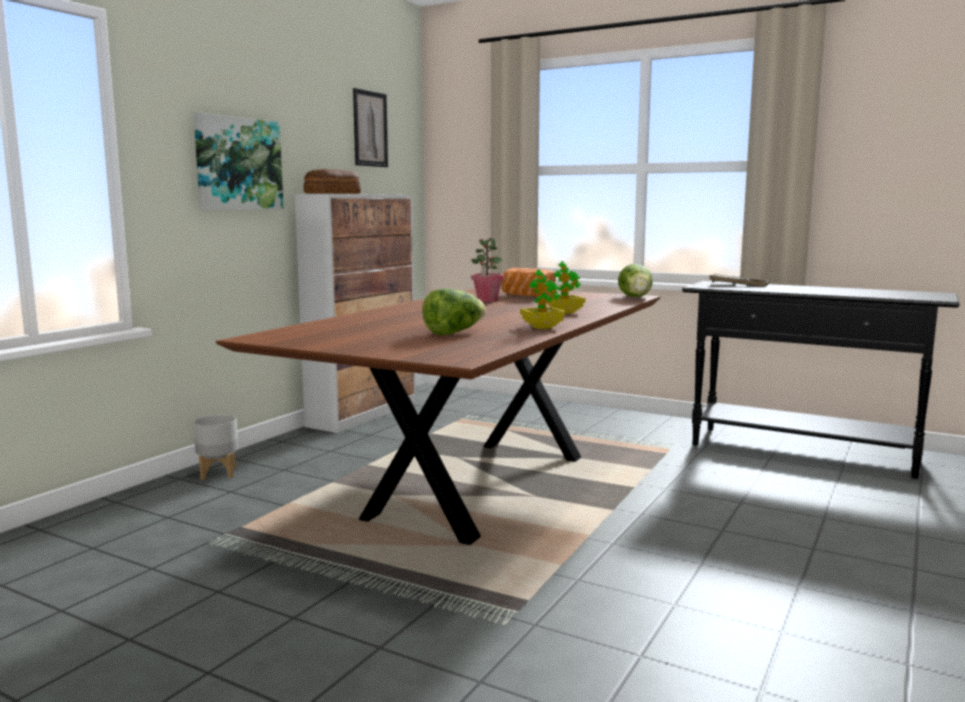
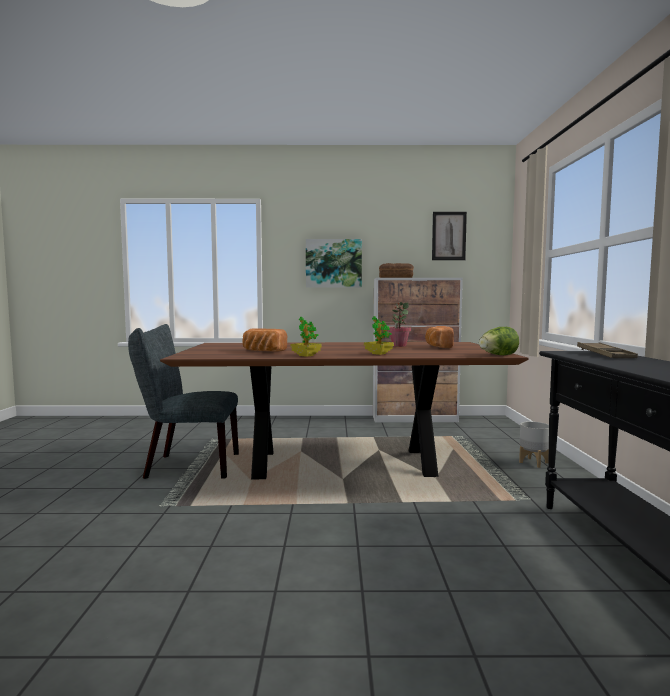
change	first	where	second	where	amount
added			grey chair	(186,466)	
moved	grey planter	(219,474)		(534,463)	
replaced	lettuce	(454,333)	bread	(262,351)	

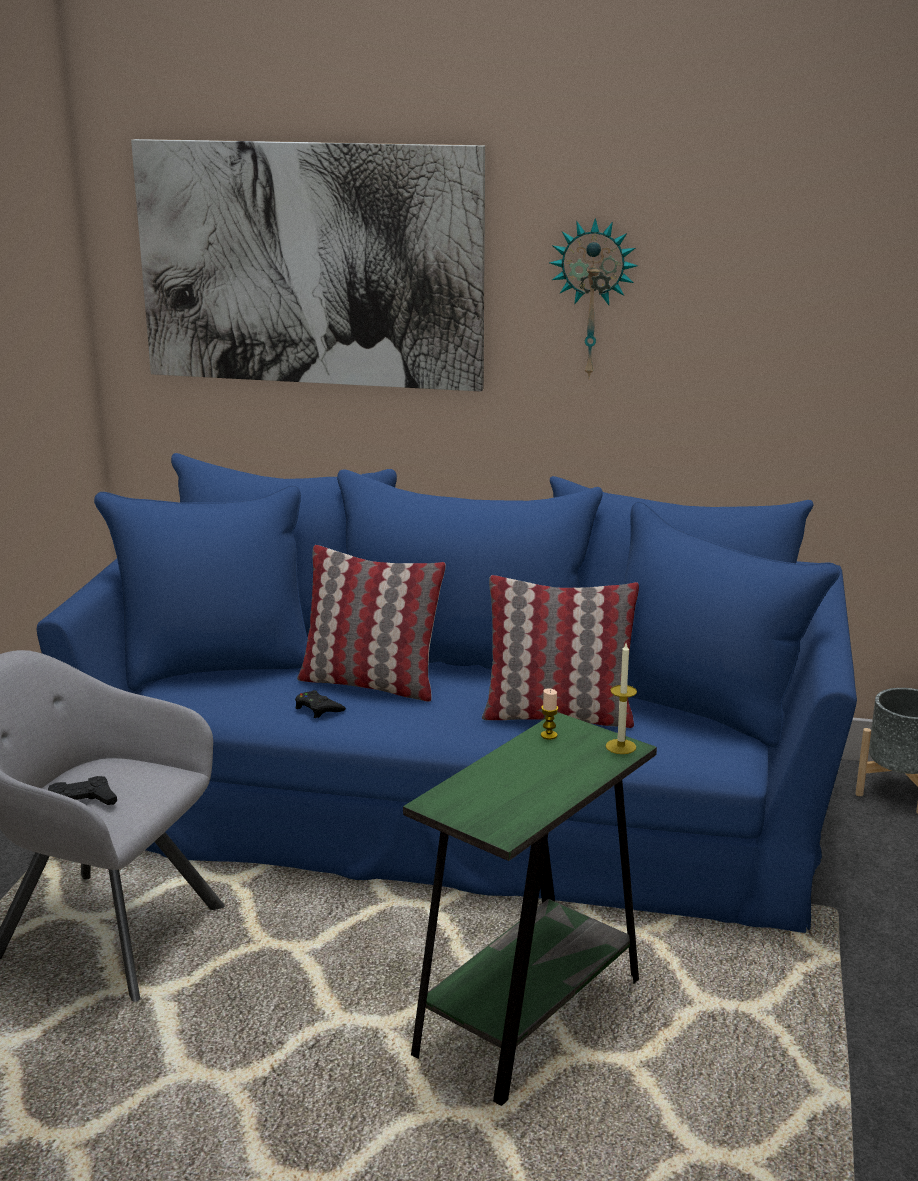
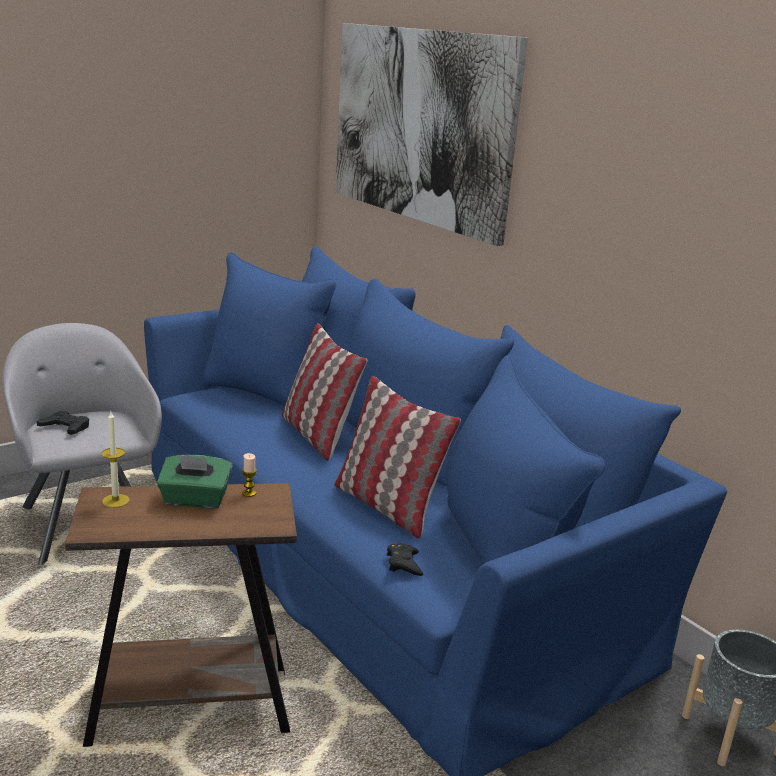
change	first	where	second	where	amount
removed	wall clock	(592,299)			
added			green tissue box	(195,500)	
moved	black game controller	(318,709)		(404,564)	
moved	candle	(620,746)		(115,501)	
recoloured	green side table	(529,1017)	brown side table	(190,708)	

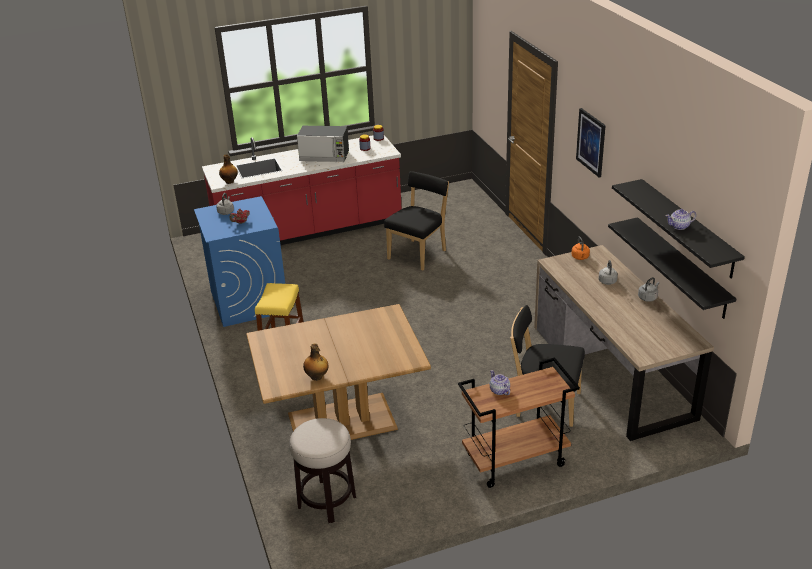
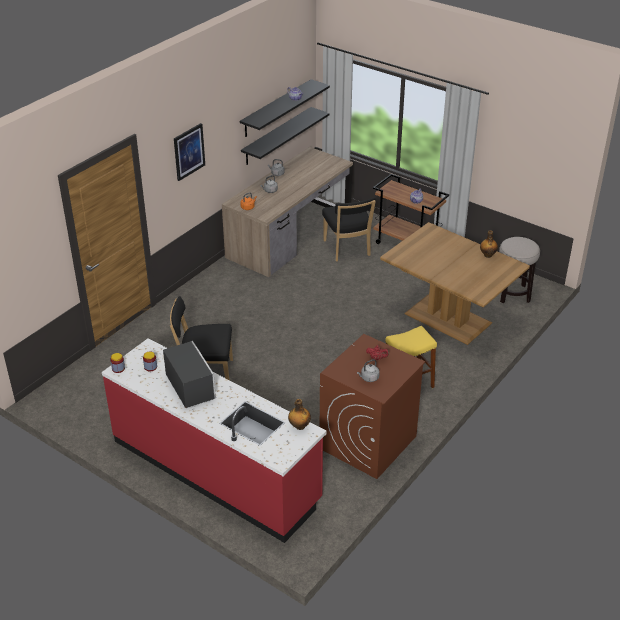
change	first	where	second	where	amount
recoloured	blue washing machine	(248,301)	brown washing machine	(368,443)	

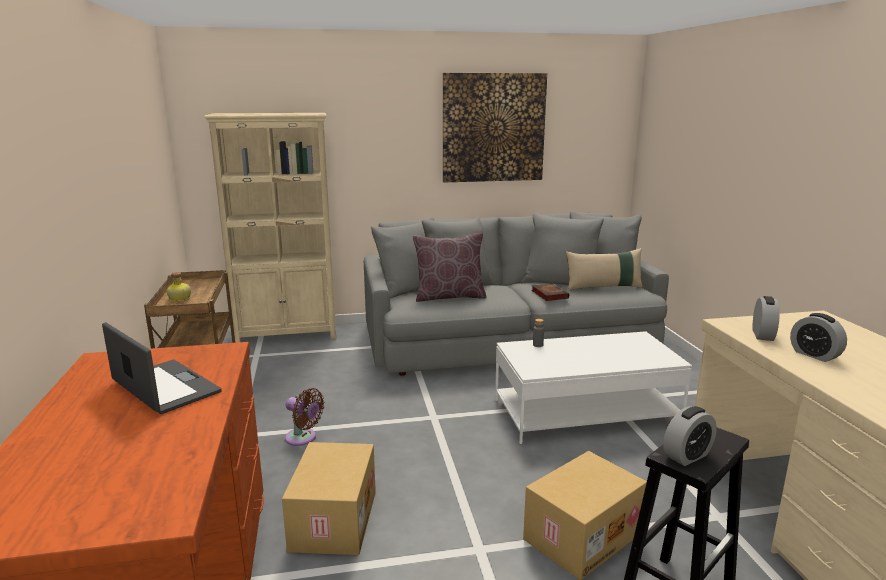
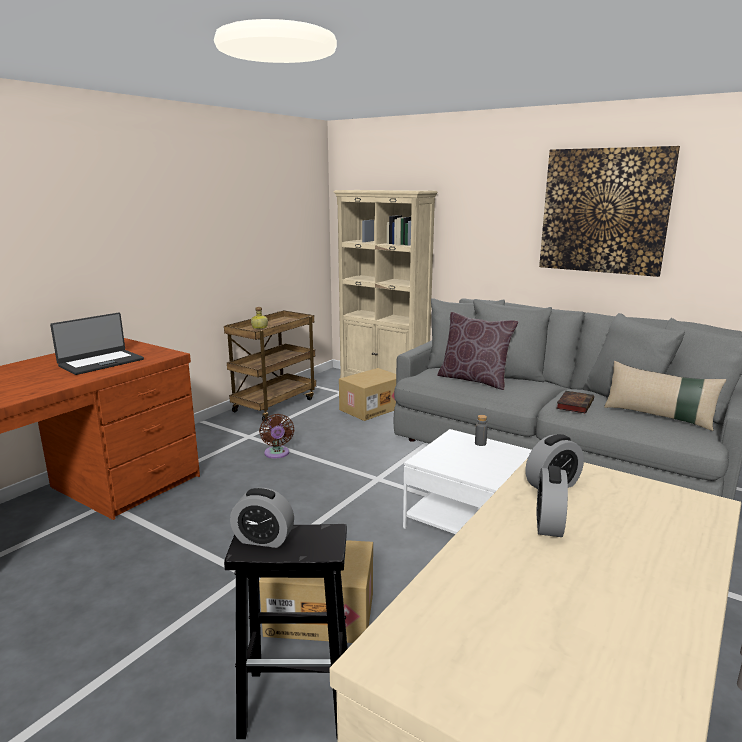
change	first	where	second	where	amount
moved	cardboard box	(332,519)		(371,408)	
turned	laptop	(164,388)		(101,362)	45 degrees clockwise

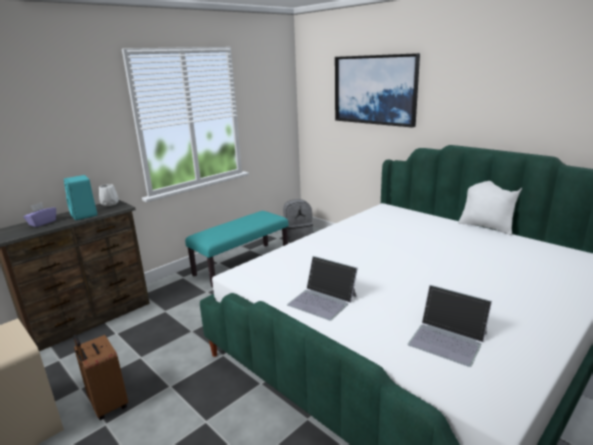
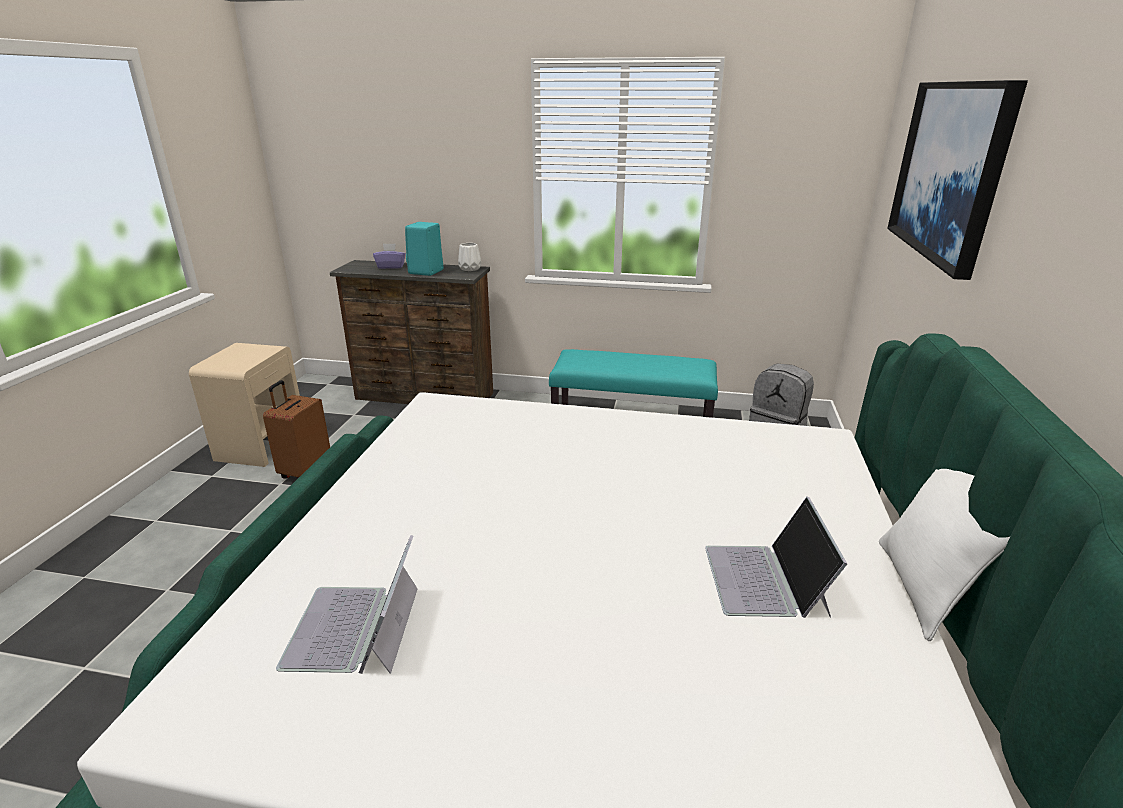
change	first	where	second	where	amount
moved	laptop	(323,300)		(766,580)	

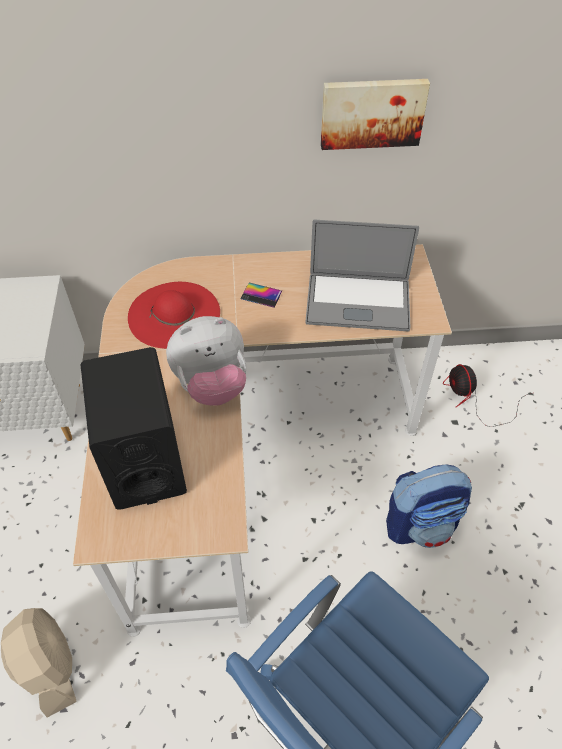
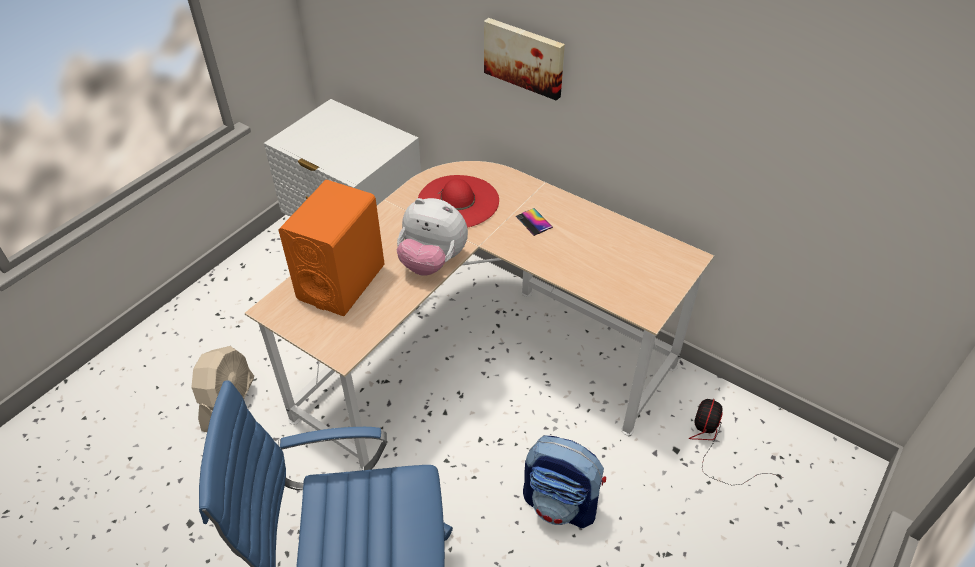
change	first	where	second	where	amount
removed	laptop	(358,302)			
moved	picture	(372,112)		(524,57)	
recoloured	black speaker	(145,461)	orange speaker	(341,282)	

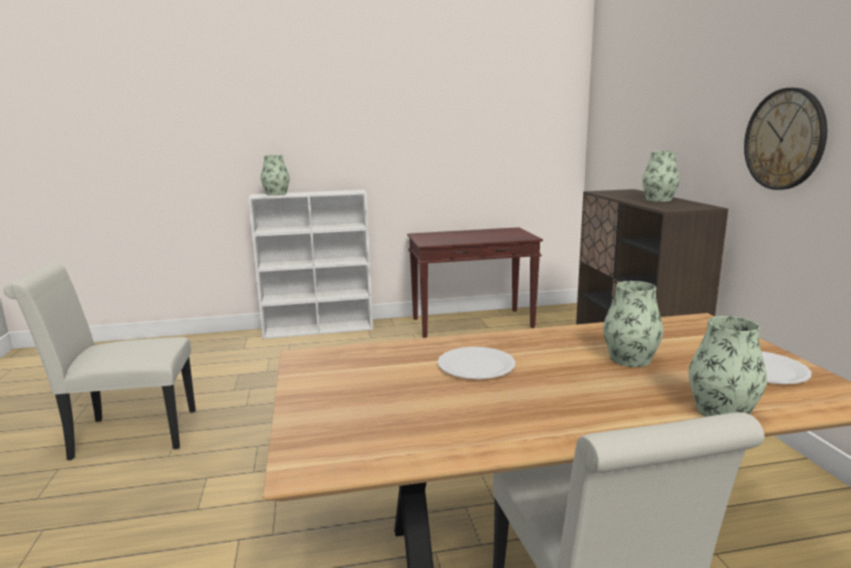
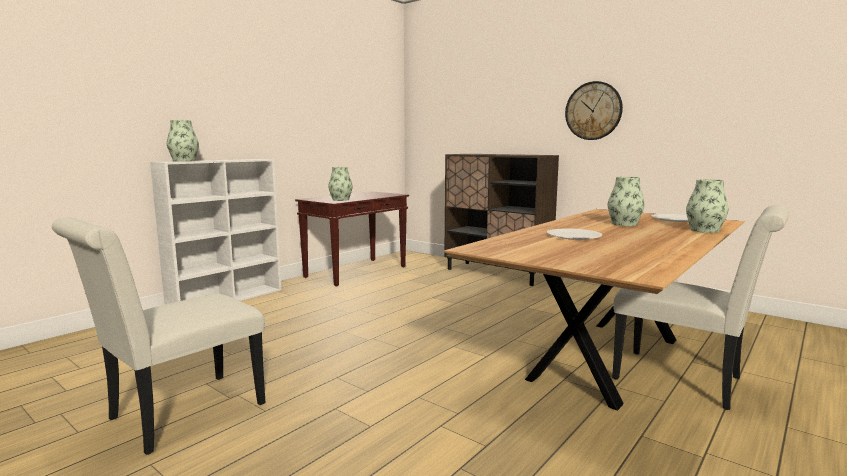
change	first	where	second	where	amount
moved	vase	(658,200)		(340,199)	

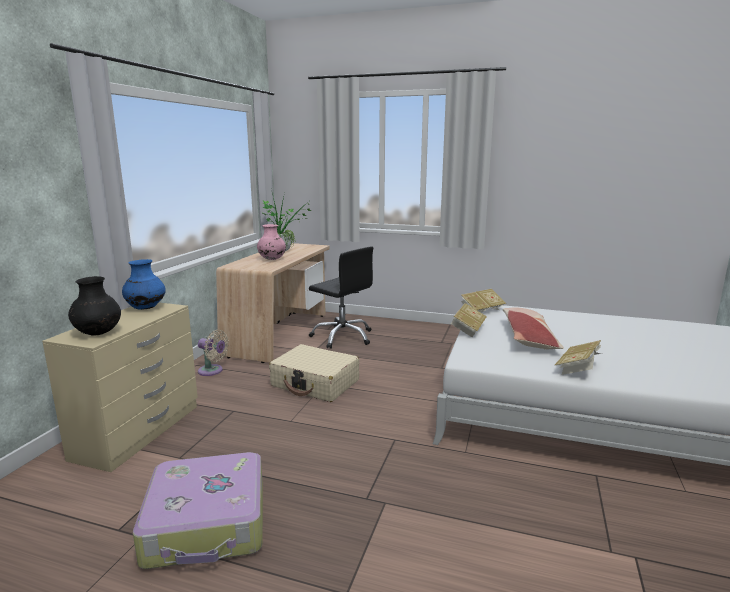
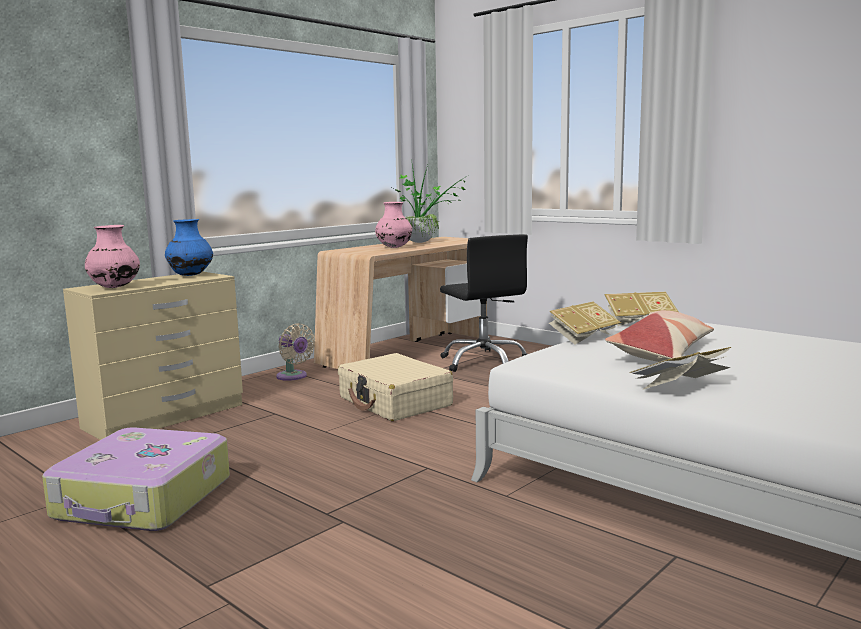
change	first	where	second	where	amount
recoloured	black vase	(98,333)	pink vase	(114,287)	

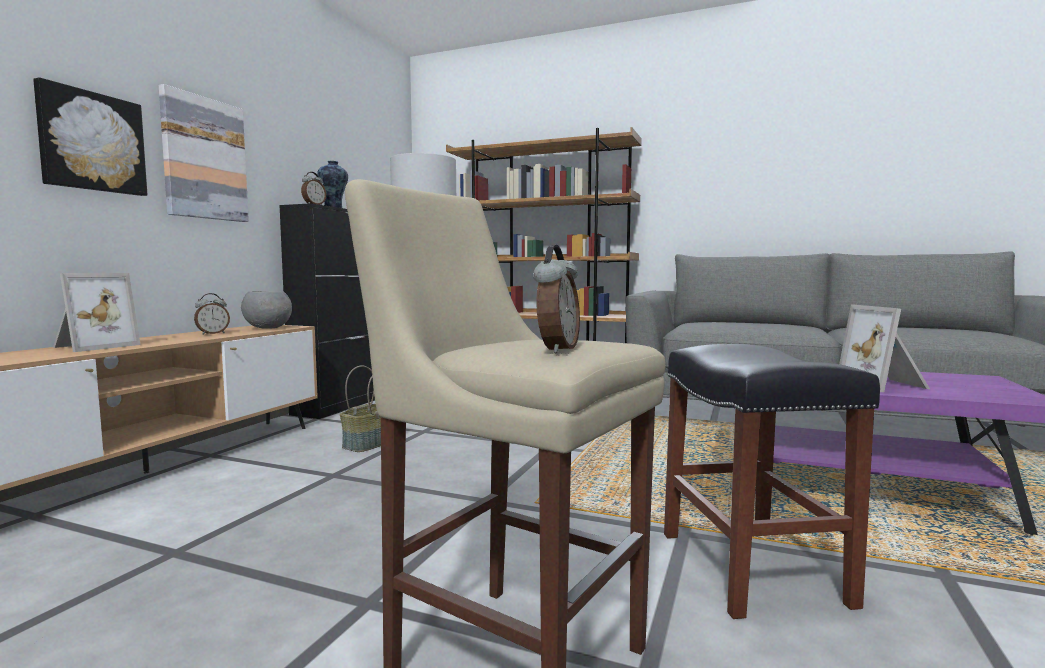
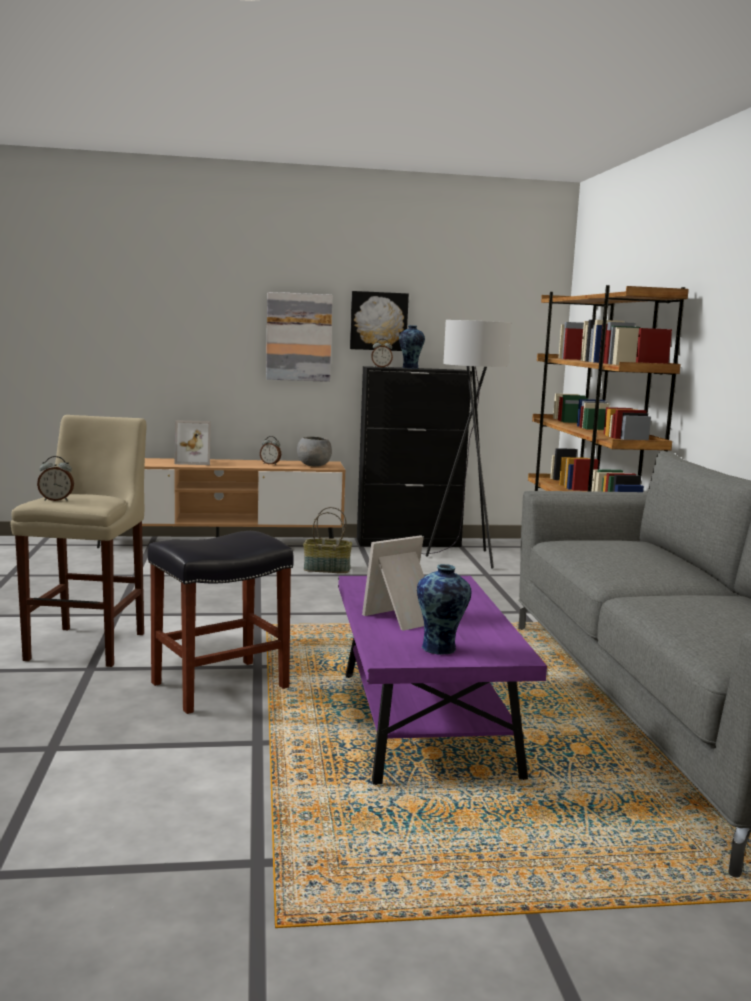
change	first	where	second	where	amount
added			vase	(440,649)	
moved	picture	(91,142)		(378,321)	

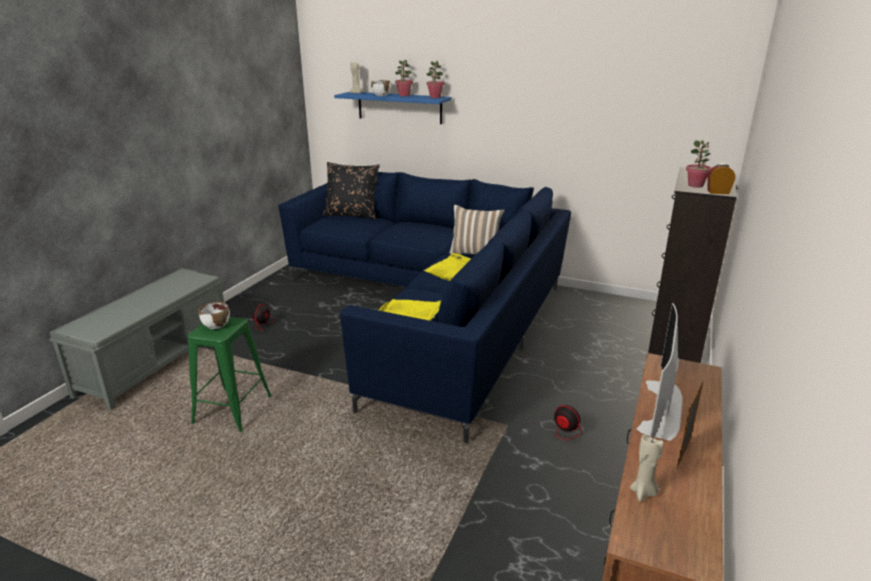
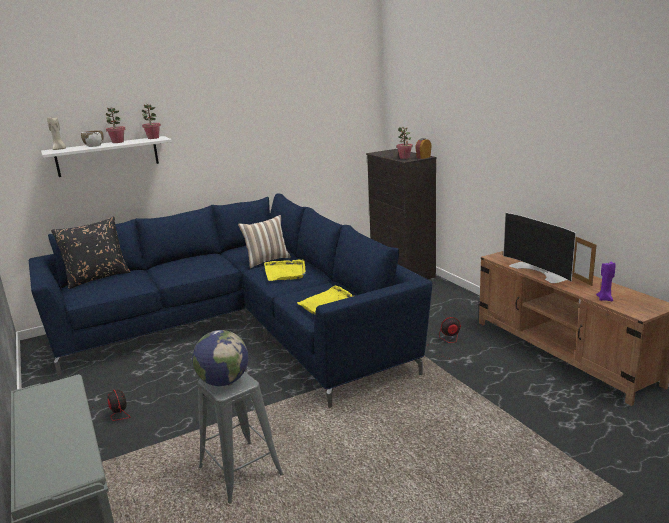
change	first	where	second	where	amount
replaced	white bowl	(216,325)	globe	(223,381)	
recoloured	green stool	(232,410)	grey stool	(240,472)	
recoloured	blue shelf	(399,107)	white shelf	(107,156)	
recoloured	beige candle	(643,493)	purple candle	(605,299)	

